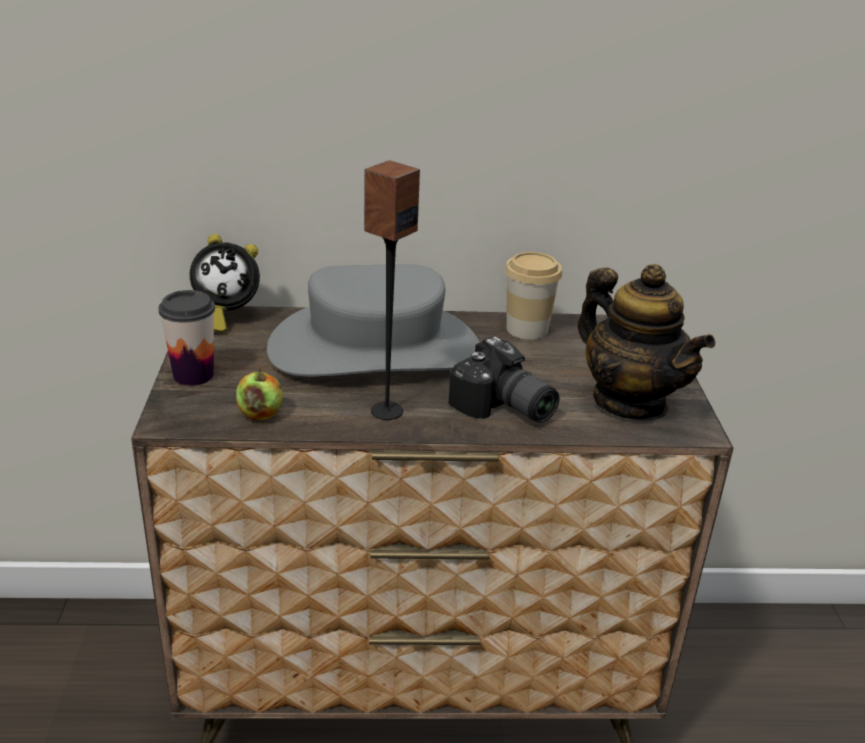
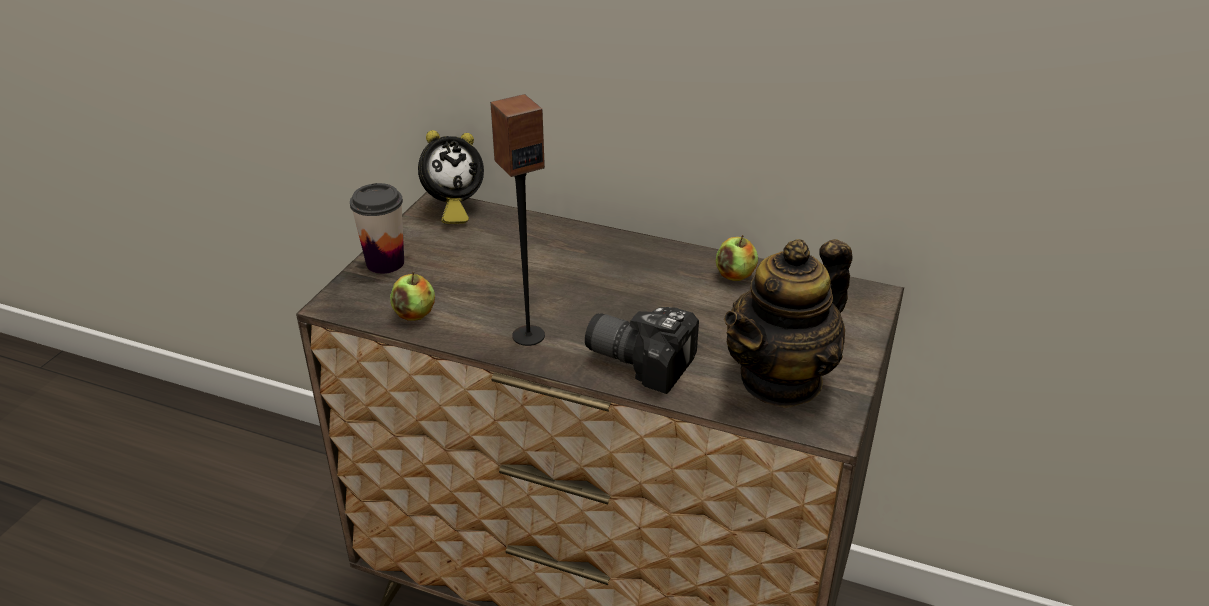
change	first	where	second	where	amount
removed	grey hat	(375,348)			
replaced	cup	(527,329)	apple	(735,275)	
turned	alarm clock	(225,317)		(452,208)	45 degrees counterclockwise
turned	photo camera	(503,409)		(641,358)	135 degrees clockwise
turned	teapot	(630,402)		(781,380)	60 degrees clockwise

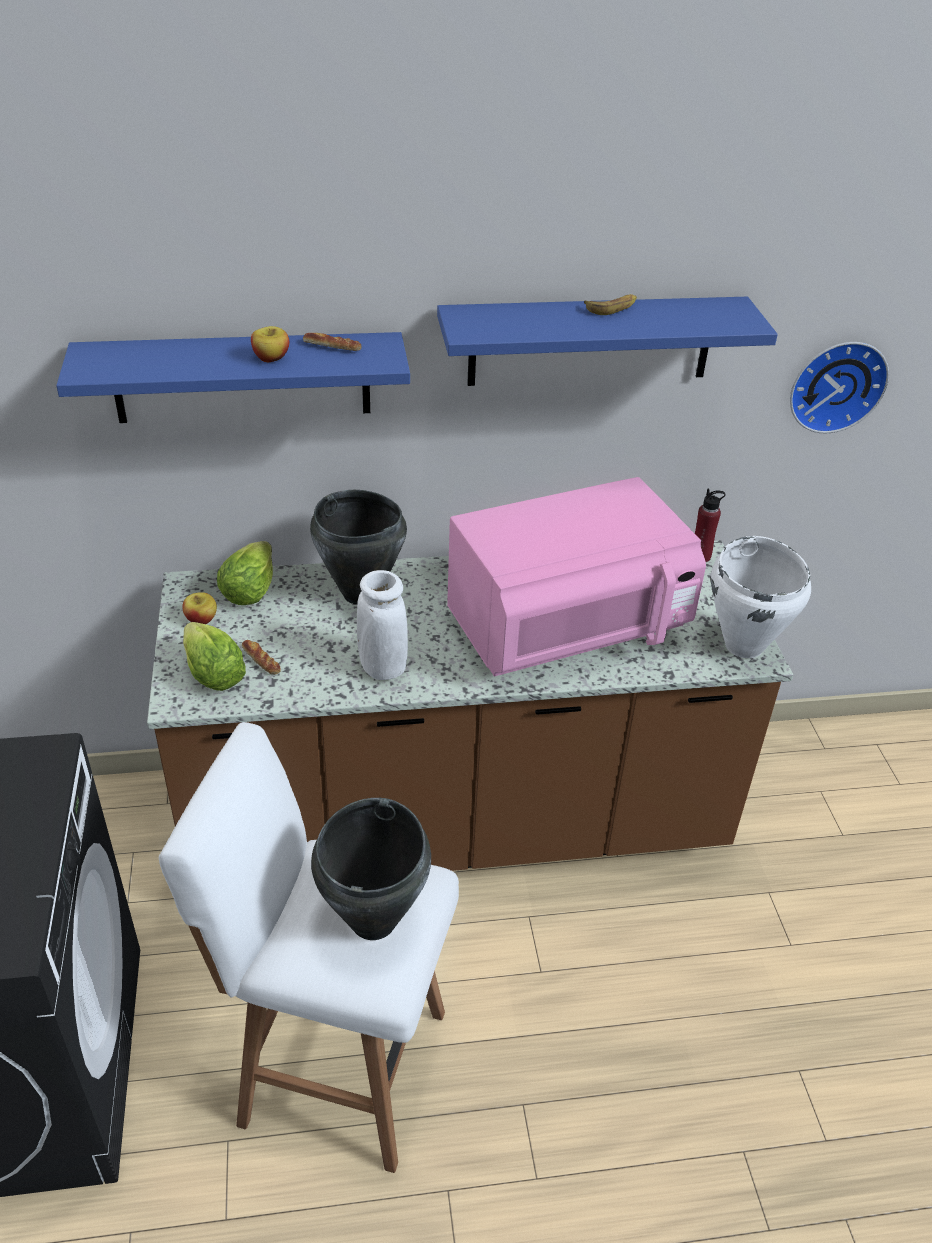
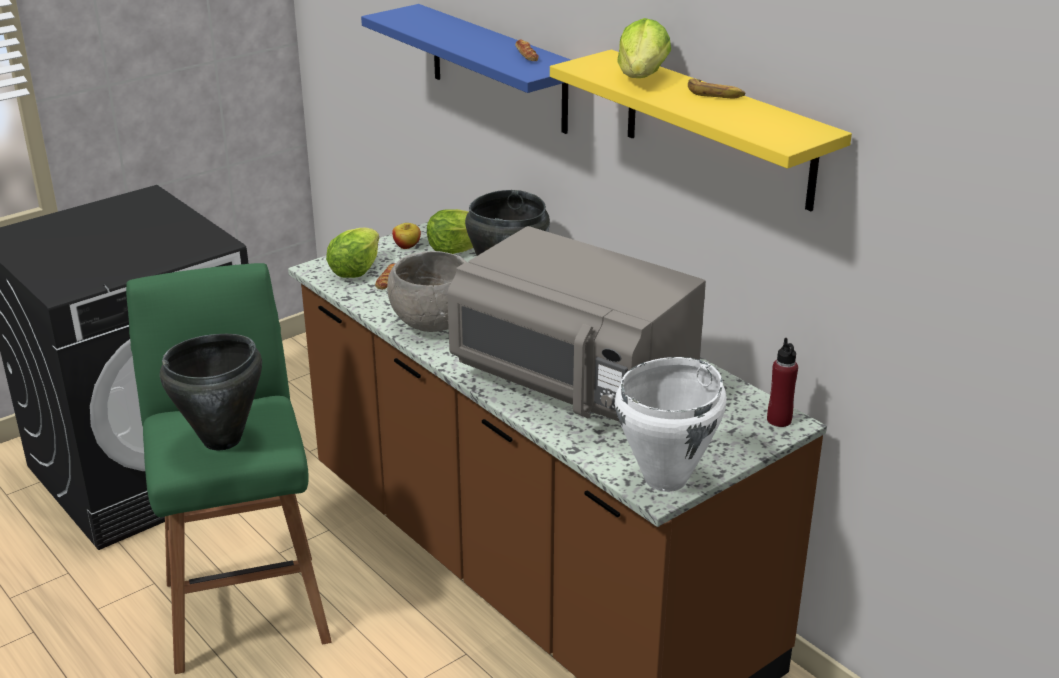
change	first	where	second	where	amount
removed	apple	(271,358)			
removed	wall clock	(835,384)			
added			lettuce	(642,77)	
replaced	white vase	(383,667)	grey bowl	(432,324)	
recoloured	white stool	(336,1064)	green stool	(246,606)	
recoloured	blue shelf	(590,341)	yellow shelf	(718,129)	
recoloured	pink microwave	(567,630)	grey microwave	(574,384)	

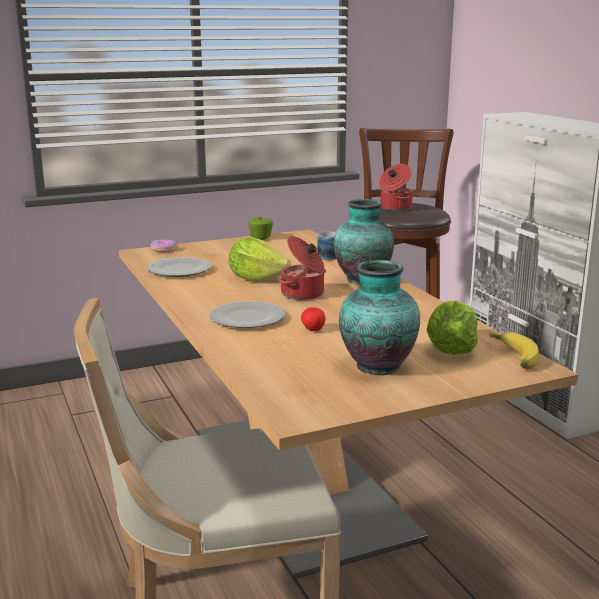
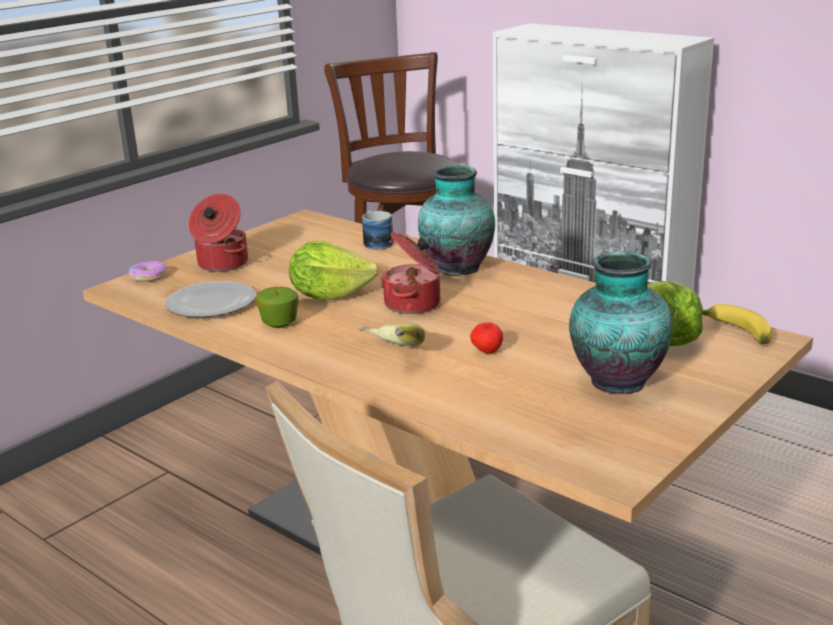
change	first	where	second	where	amount
moved	apple	(260,238)		(279,323)	
moved	cooking pot	(394,208)		(221,264)	
replaced	plate	(247,317)	banana	(388,353)	

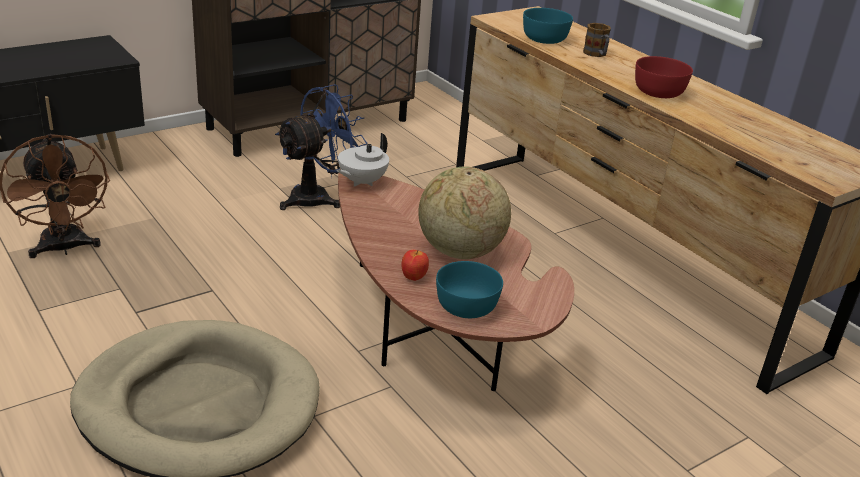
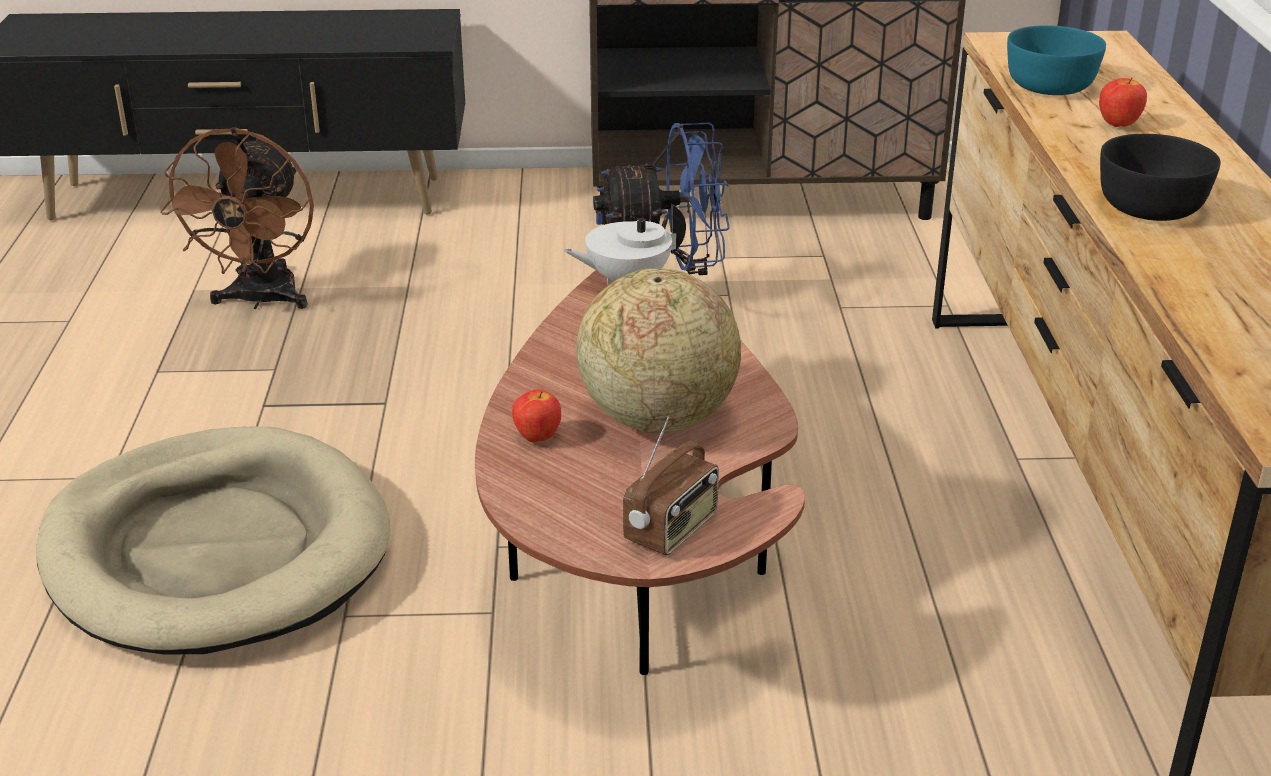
change	first	where	second	where	amount
removed	turquoise bowl	(467,307)			
added			radio	(672,530)	
replaced	mug	(596,54)	apple	(1118,125)	
recoloured	red bowl	(659,92)	black bowl	(1152,207)	

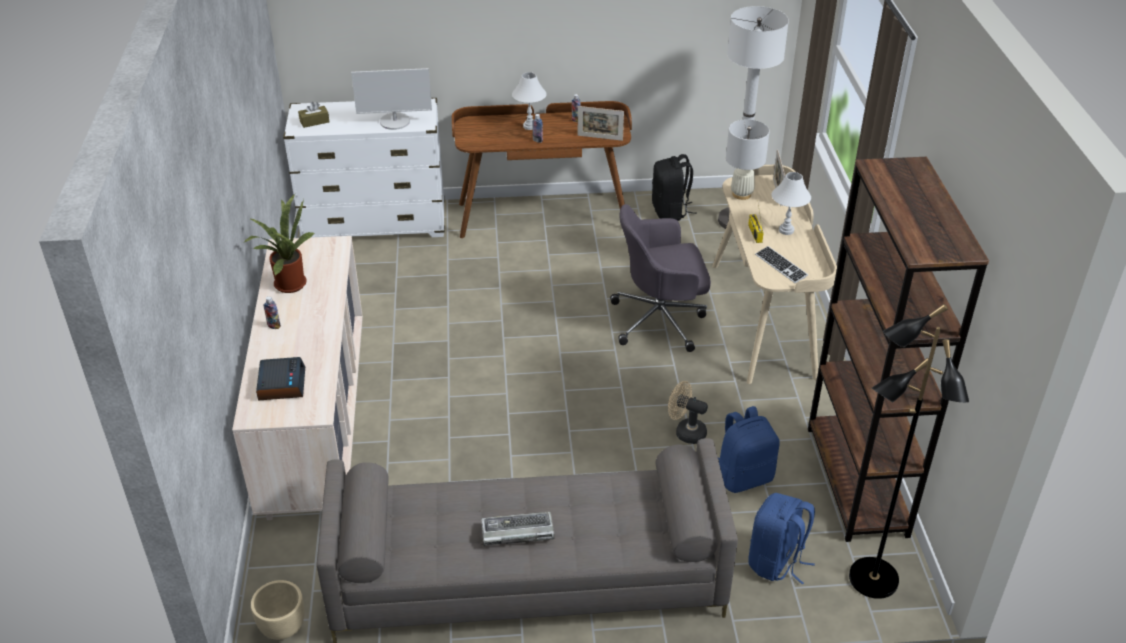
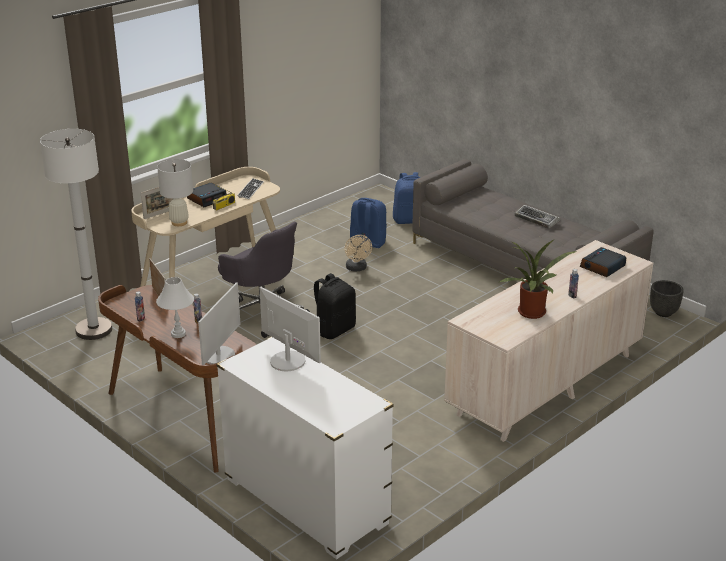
change	first	where	second	where	amount
removed	brown tissue box	(314,121)			
removed	brown bookcase	(856,481)			
removed	black floor lamp	(872,580)			
added			monitor	(219,356)	
moved	black backpack	(670,211)		(334,330)	
replaced	white table lamp	(786,230)	alarm clock	(207,199)	
recoloured	beige planter	(282,629)	black planter	(663,313)	

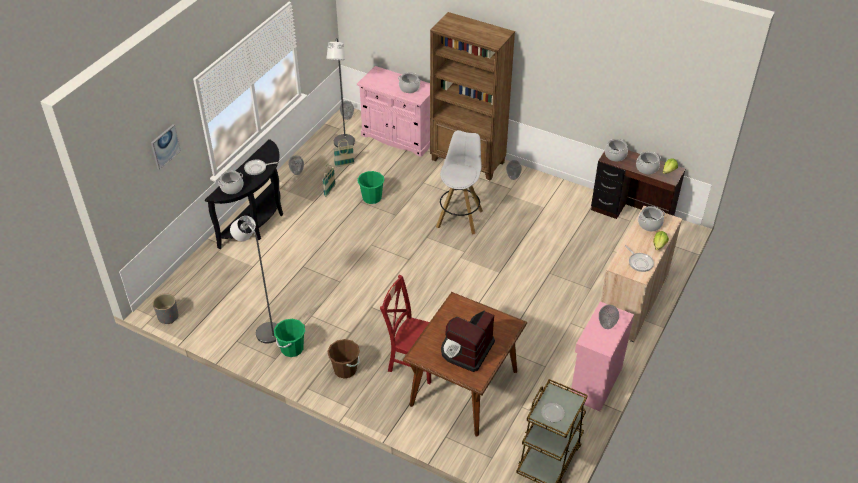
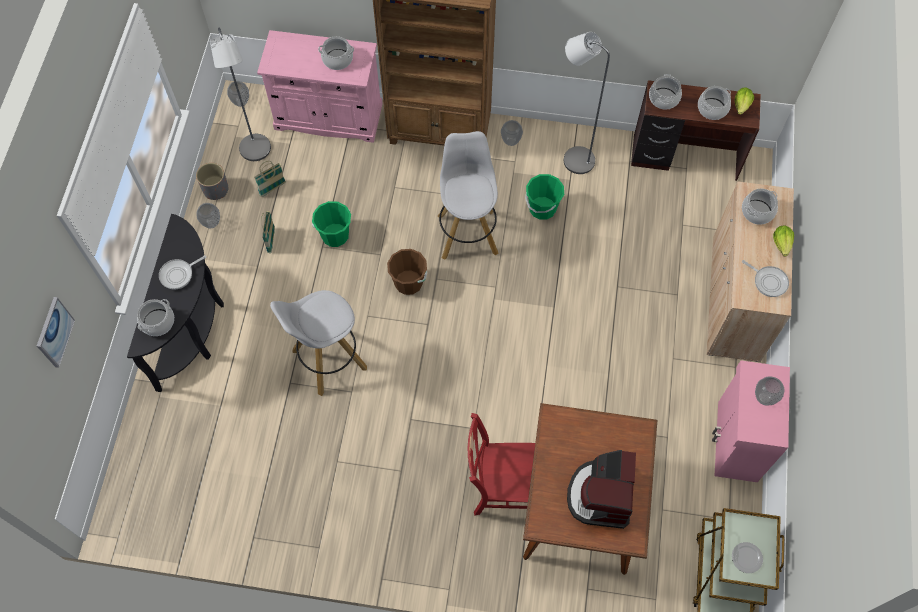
change	first	where	second	where	amount
added			white stool	(328,360)	
moved	grey planter	(168,317)		(216,190)	
moved	grey floor lamp	(265,330)		(573,158)	
moved	green bucket	(292,348)		(542,208)	
moved	brown bucket	(345,369)		(408,282)	

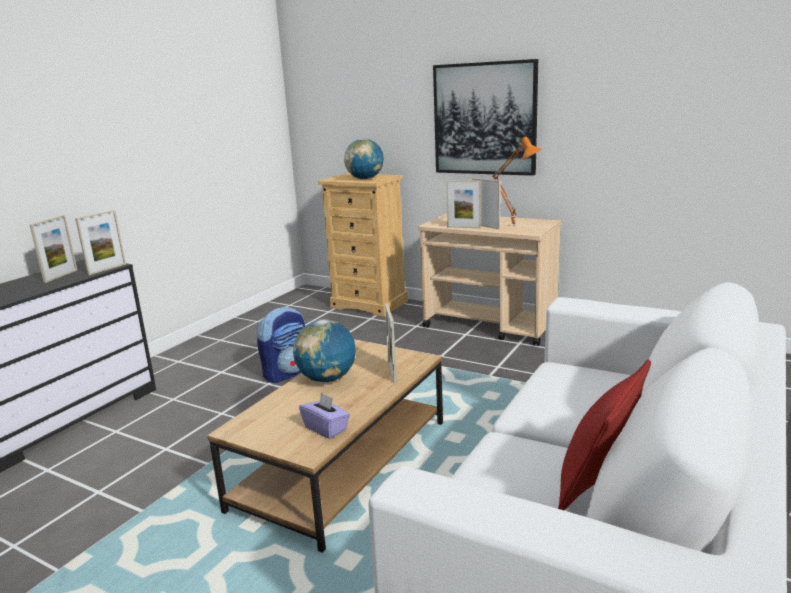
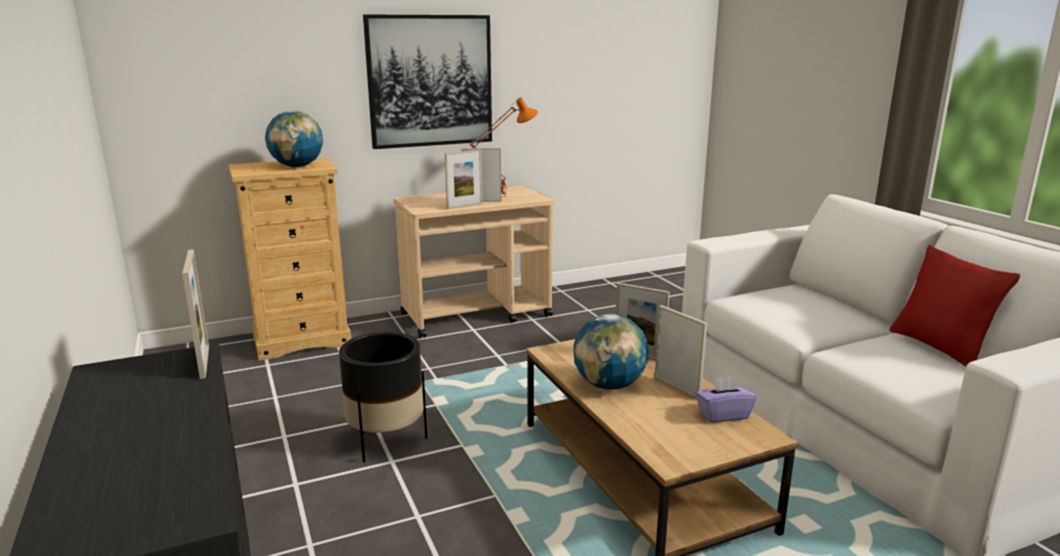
change	first	where	second	where	amount
moved	picture frame	(61,276)		(677,388)	
replaced	backpack	(287,373)	black planter	(386,441)	

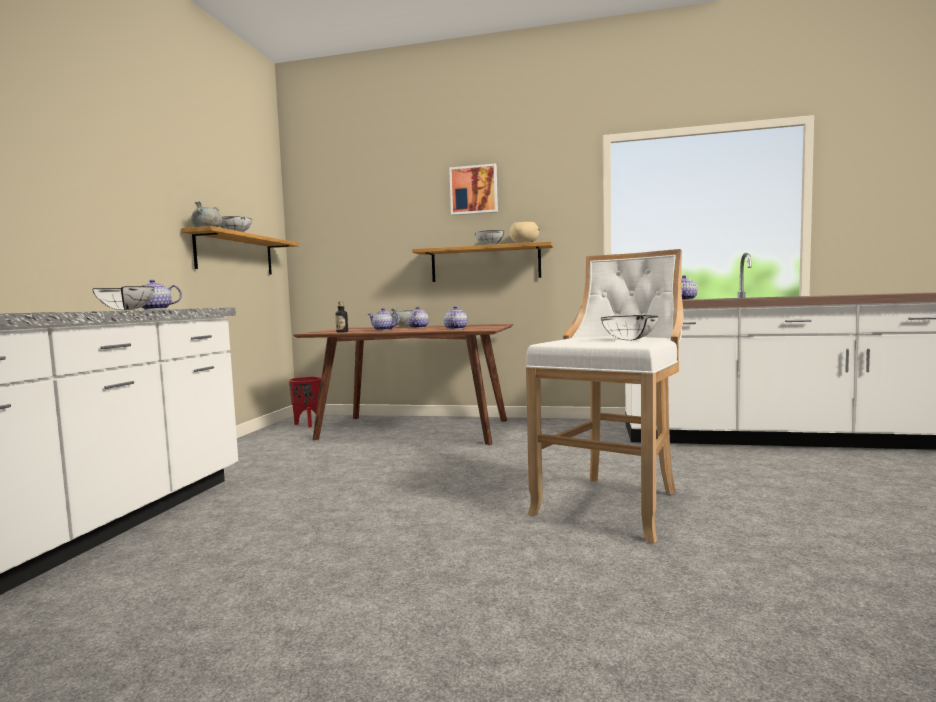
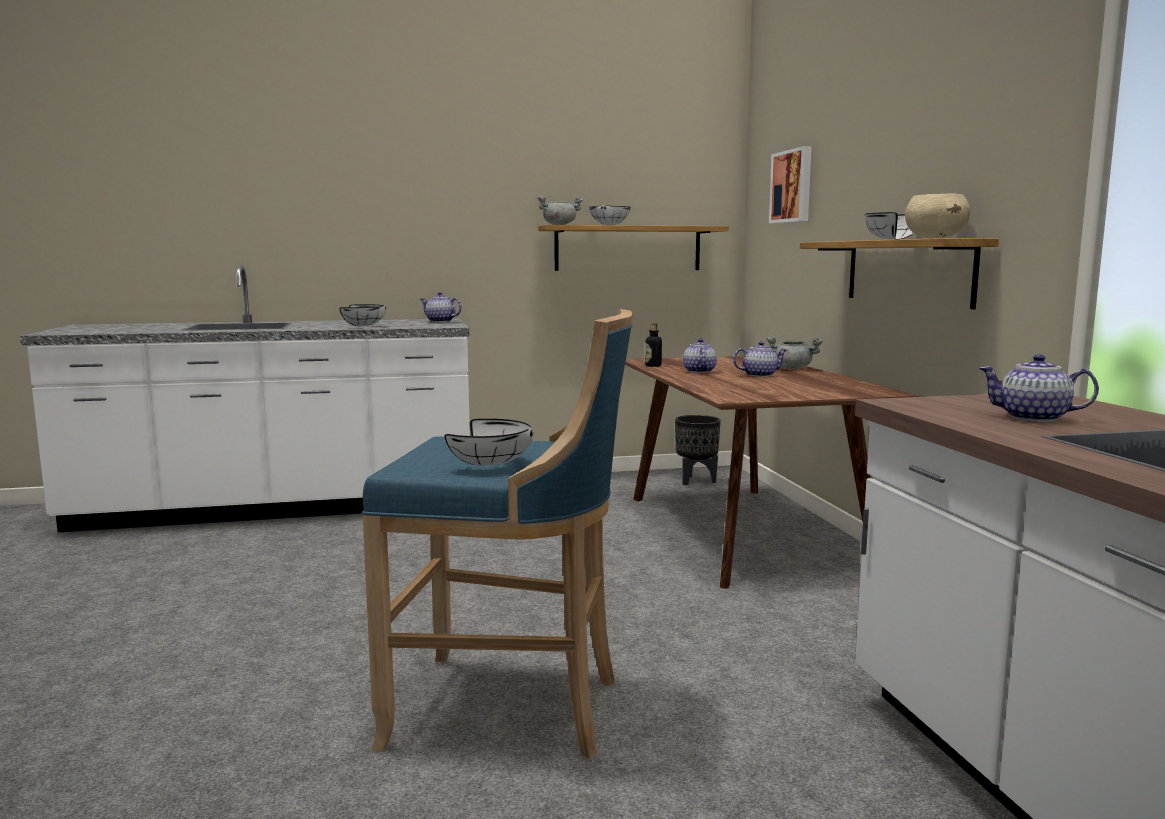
change	first	where	second	where	amount
removed	teapot	(455,329)			
moved	picture	(474,190)		(793,186)	
recoloured	red planter	(308,424)	black planter	(696,481)	
recoloured	white stool	(613,503)	blue stool	(512,709)	

